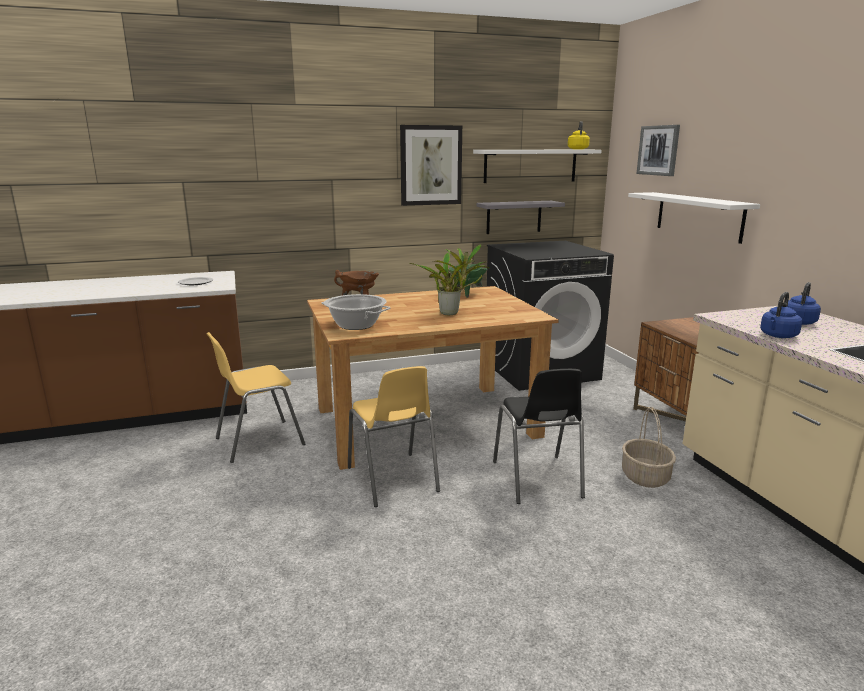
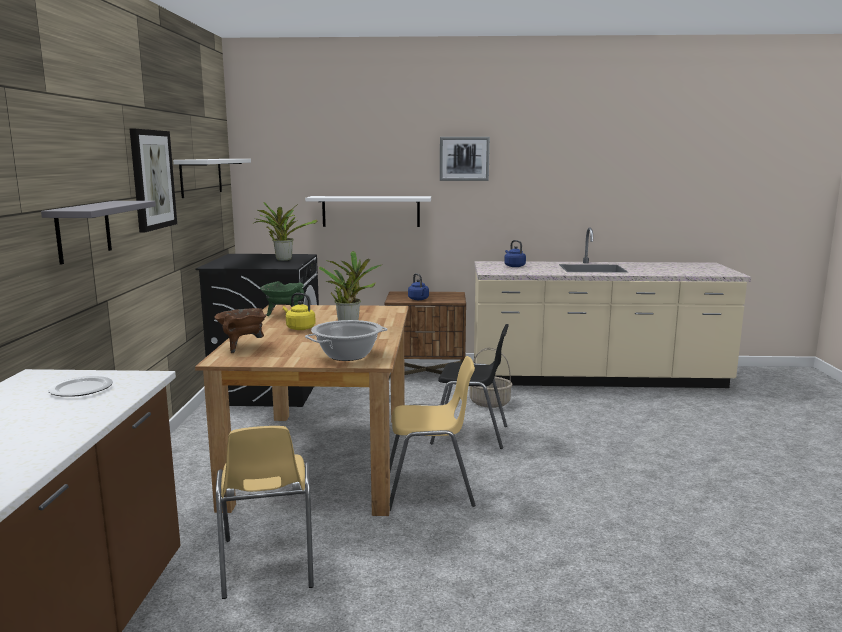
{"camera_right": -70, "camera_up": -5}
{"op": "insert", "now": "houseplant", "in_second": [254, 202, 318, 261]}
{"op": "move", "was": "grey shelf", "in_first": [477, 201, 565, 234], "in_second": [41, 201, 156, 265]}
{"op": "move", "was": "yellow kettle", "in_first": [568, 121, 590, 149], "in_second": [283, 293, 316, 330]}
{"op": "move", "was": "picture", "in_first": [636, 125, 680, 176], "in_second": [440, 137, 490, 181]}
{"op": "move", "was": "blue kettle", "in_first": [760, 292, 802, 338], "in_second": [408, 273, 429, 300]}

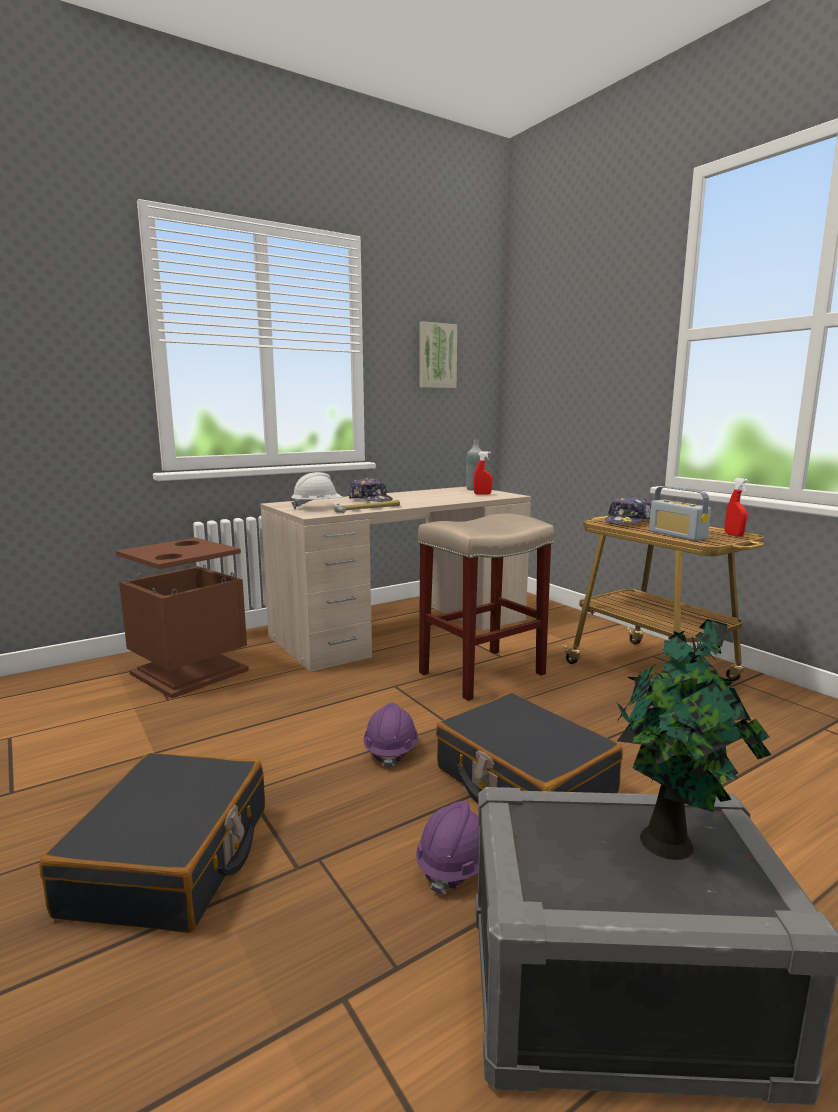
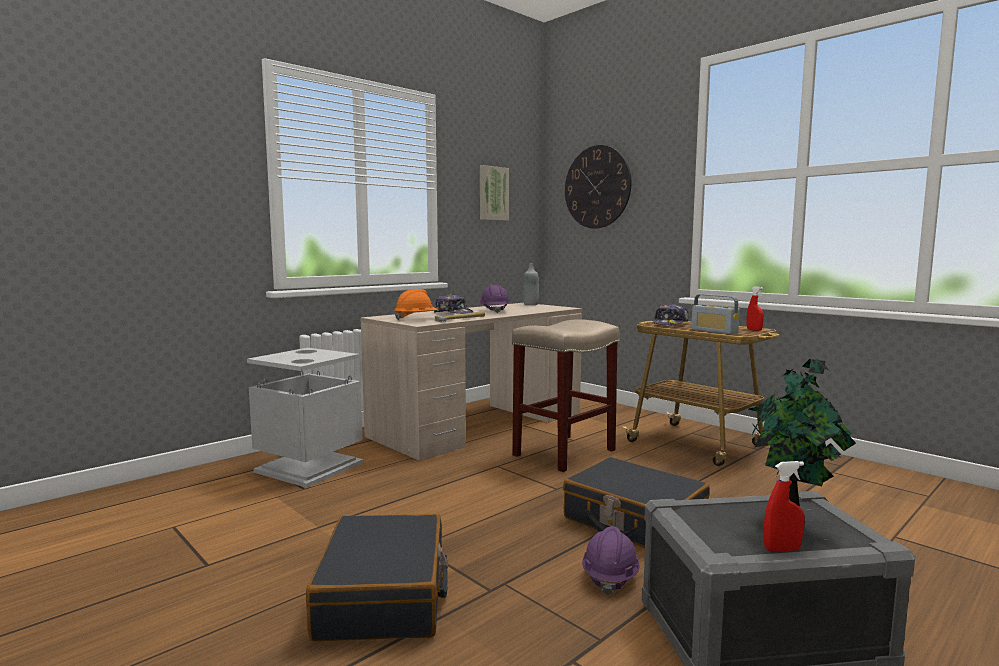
{"camera_right": -10, "camera_up": -5}
{"op": "insert", "now": "clock on the wall", "in_second": [565, 145, 632, 228]}
{"op": "move", "was": "purple work helmet", "in_first": [363, 703, 418, 769], "in_second": [480, 284, 510, 313]}
{"op": "move", "was": "red-coloured spray bottle", "in_first": [473, 451, 493, 495], "in_second": [764, 461, 805, 552]}
{"op": "recolor", "was": "brown-coloured trash can", "now": "grey trash can", "in_first": [116, 538, 249, 699], "in_second": [247, 348, 363, 488]}
{"op": "recolor", "was": "white work helmet", "now": "orangey work helmet", "in_first": [291, 472, 343, 509], "in_second": [395, 289, 438, 320]}

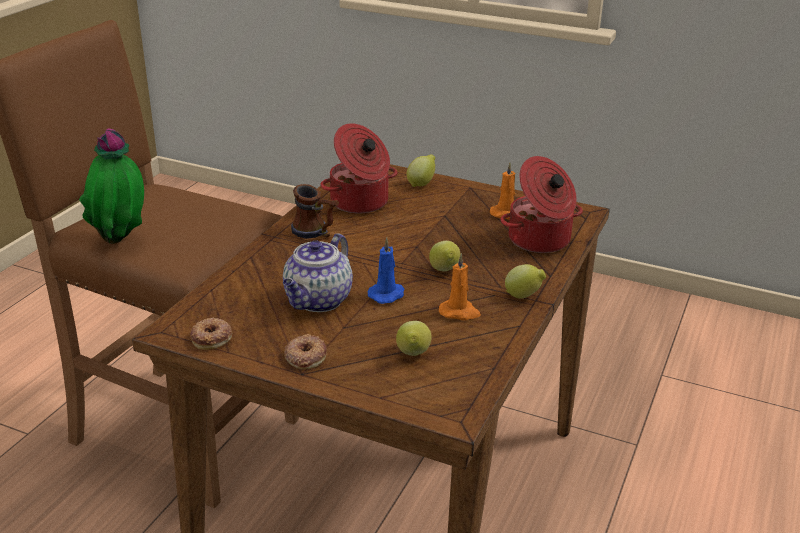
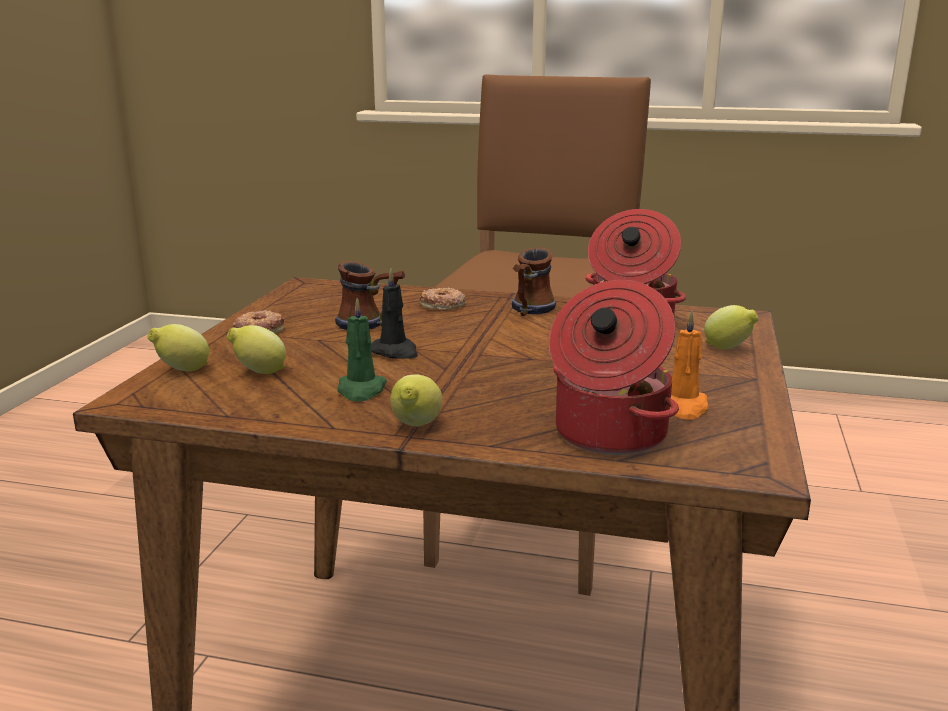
{"camera_right": 80, "camera_up": -10}
{"op": "delete", "was": "houseplant", "in_first": [79, 129, 144, 244]}
{"op": "move", "was": "doughnut", "in_first": [190, 318, 232, 350], "in_second": [420, 287, 466, 310]}
{"op": "move", "was": "lemon", "in_first": [429, 241, 460, 271], "in_second": [148, 324, 209, 371]}
{"op": "replace", "was": "tea pot", "now": "coffee mug", "in_first": [283, 234, 353, 312], "in_second": [335, 261, 405, 330]}
{"op": "recolor", "was": "blue wax candle", "now": "black-coloured wax candle", "in_first": [367, 237, 404, 304], "in_second": [371, 269, 418, 359]}
{"op": "recolor", "was": "orangey wax candle", "now": "green wax candle", "in_first": [439, 253, 481, 320], "in_second": [338, 298, 387, 402]}

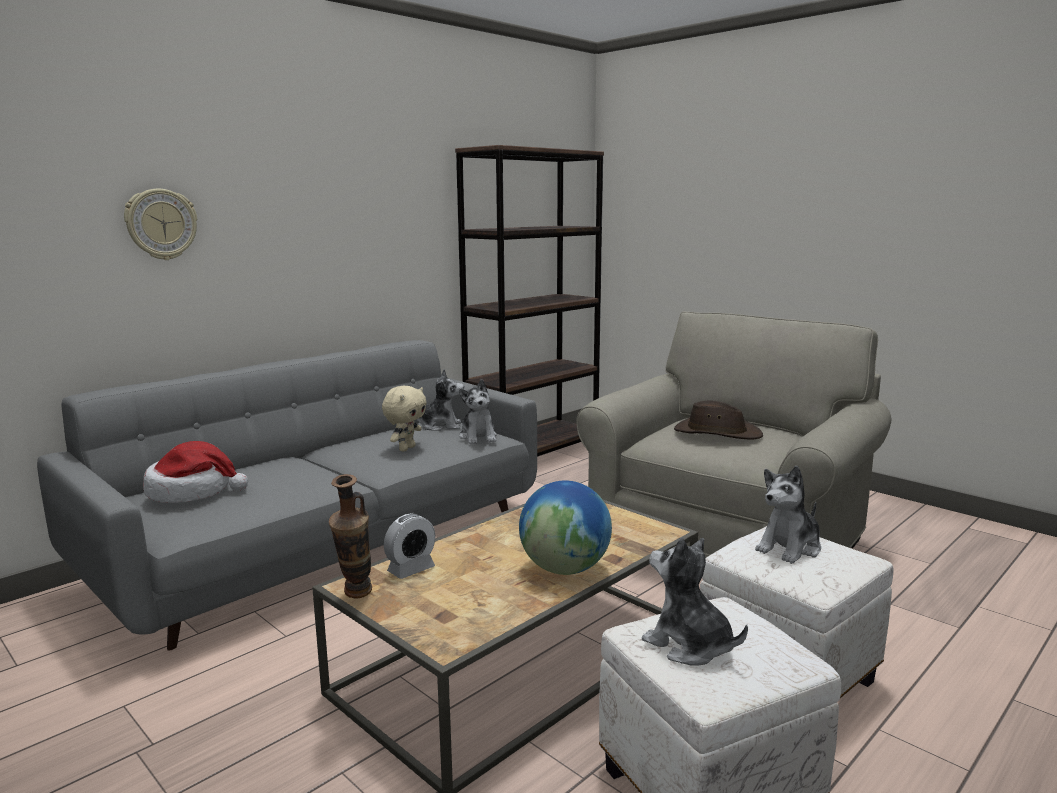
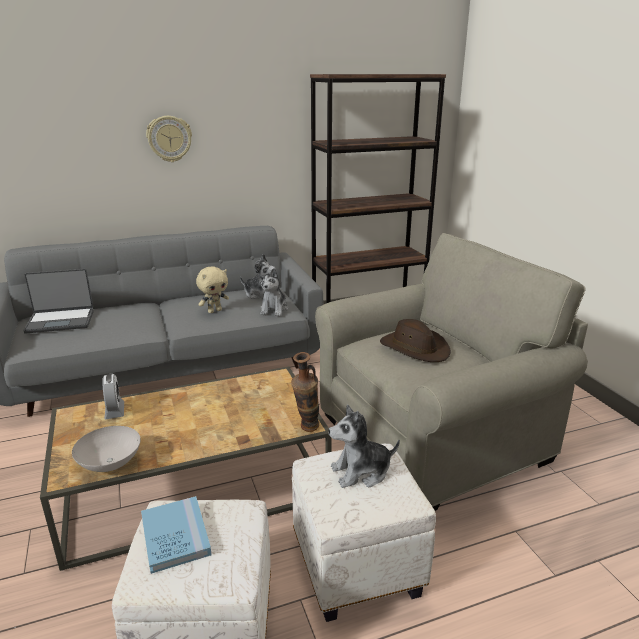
{"camera_right": 25, "camera_up": 10}
{"op": "delete", "was": "world globe", "in_first": [519, 481, 612, 575]}
{"op": "insert", "now": "white serving bowl", "in_second": [72, 426, 141, 472]}
{"op": "move", "was": "clock on the wall", "in_first": [124, 189, 197, 260], "in_second": [146, 116, 192, 162]}
{"op": "move", "was": "flower vase", "in_first": [329, 474, 372, 599], "in_second": [291, 352, 319, 432]}
{"op": "replace", "was": "wearable hat", "now": "portable computer", "in_first": [143, 441, 248, 503], "in_second": [23, 269, 94, 334]}
{"op": "replace", "was": "soft toy", "now": "blue volume", "in_first": [642, 537, 748, 666], "in_second": [141, 496, 212, 574]}
{"op": "rotate", "was": "alarm clock", "in_first": [384, 513, 435, 579], "in_second": [102, 374, 124, 419], "clockwise": -90}

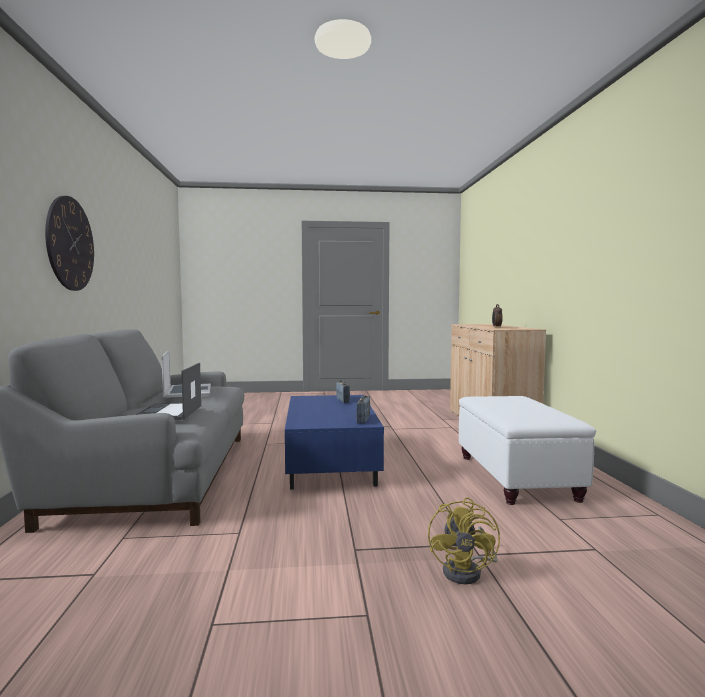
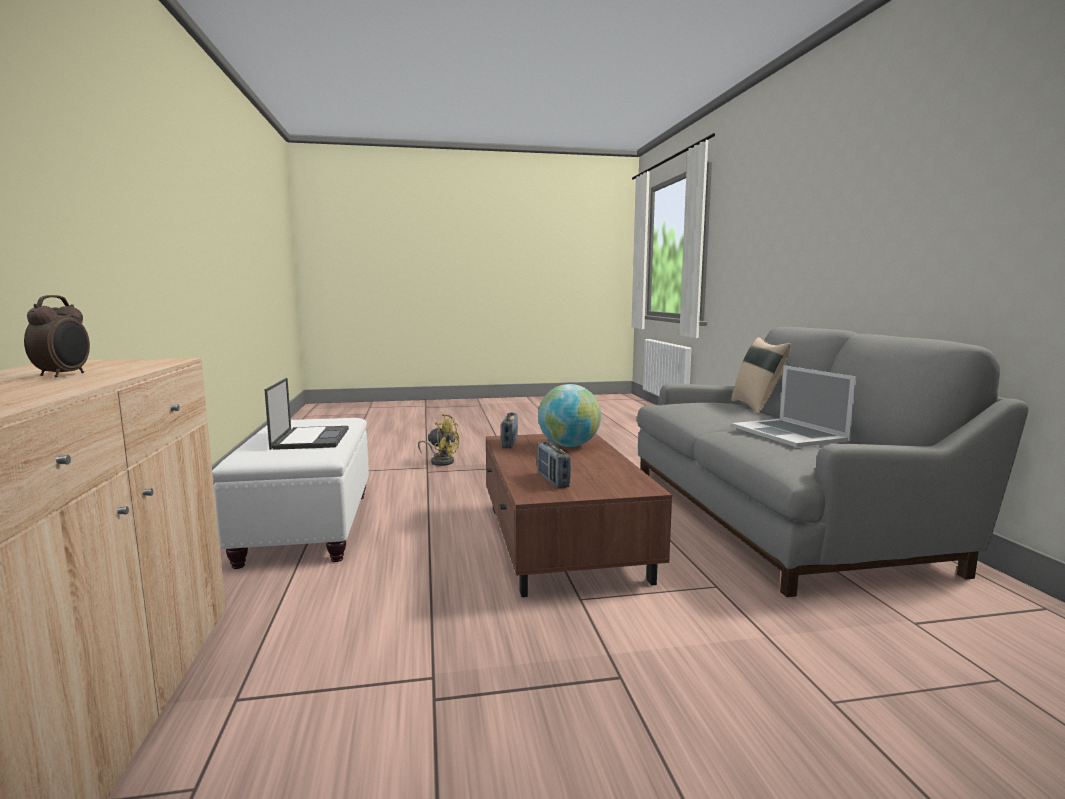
{"camera_right": 175, "camera_up": 5}
{"op": "delete", "was": "clock on the wall", "in_first": [45, 196, 94, 291]}
{"op": "insert", "now": "world globe", "in_second": [538, 384, 601, 447]}
{"op": "insert", "now": "beige-coloured pillow", "in_second": [731, 337, 791, 415]}
{"op": "move", "was": "portable computer", "in_first": [136, 363, 201, 420], "in_second": [265, 378, 349, 450]}
{"op": "recolor", "was": "blue coffee table", "now": "brown-coloured coffee table", "in_first": [285, 395, 384, 490], "in_second": [486, 434, 672, 597]}
{"op": "rotate", "was": "yellow cooling fan", "in_first": [428, 497, 500, 584], "in_second": [418, 414, 459, 466], "clockwise": 105}

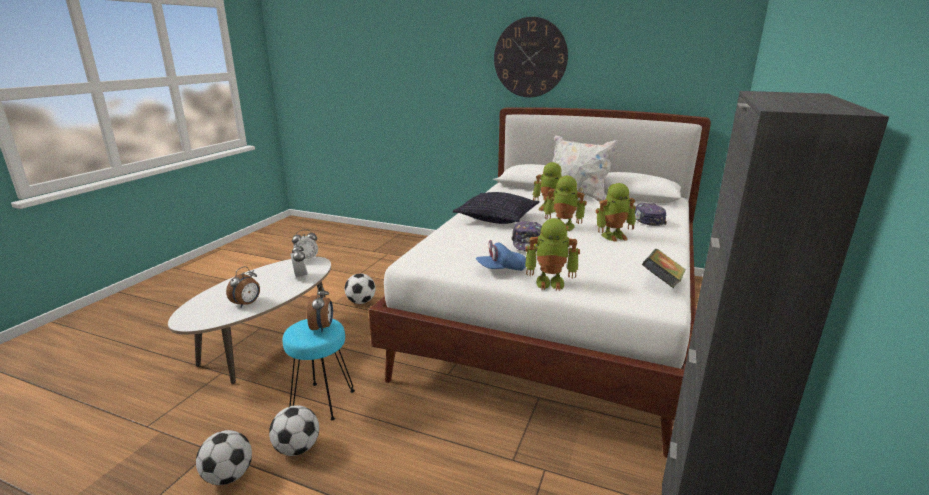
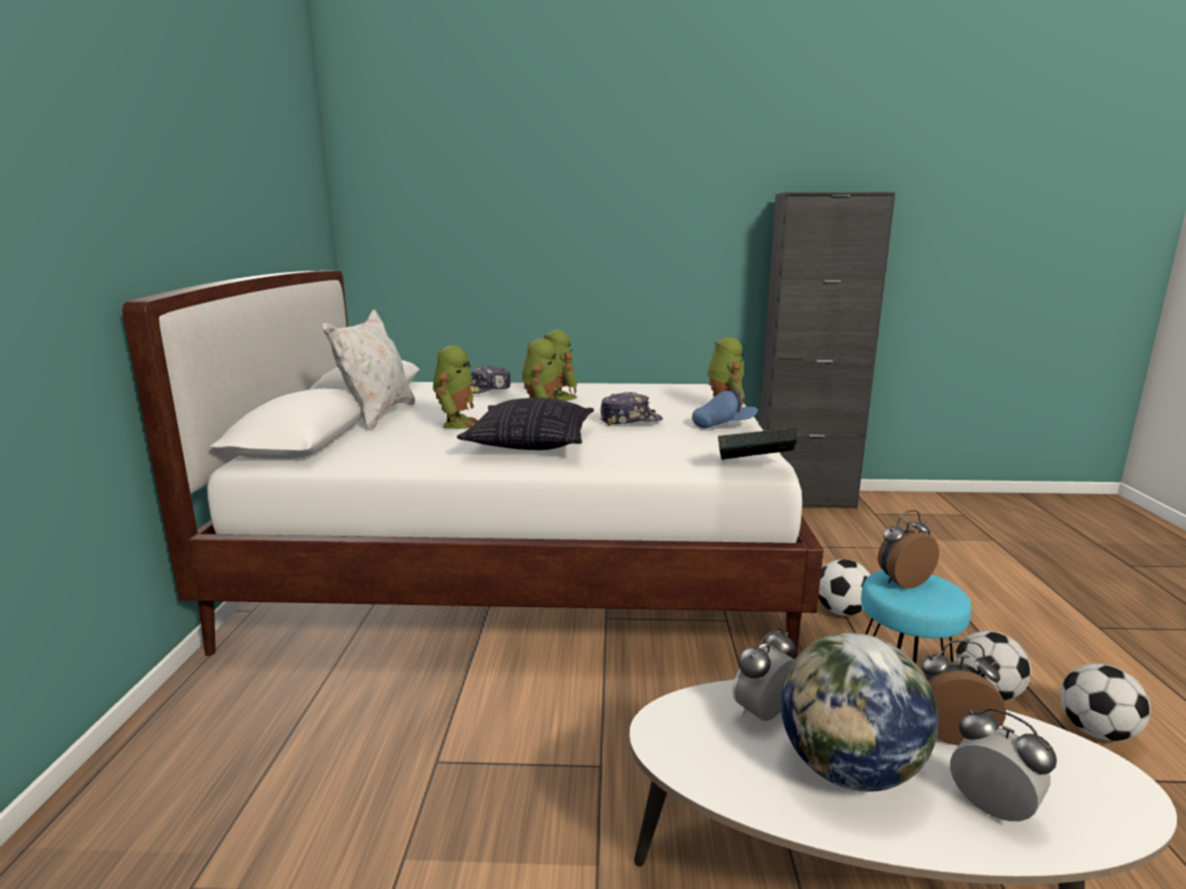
{"camera_right": -110, "camera_up": -5}
{"op": "delete", "was": "clock on the wall", "in_first": [494, 17, 568, 97]}
{"op": "insert", "now": "world globe", "in_second": [781, 633, 938, 792]}
{"op": "move", "was": "alarm clock", "in_first": [292, 230, 318, 261], "in_second": [950, 708, 1057, 821]}
{"op": "move", "was": "ball for football", "in_first": [345, 273, 376, 304], "in_second": [818, 559, 870, 616]}
{"op": "move", "was": "volume", "in_first": [642, 249, 686, 288], "in_second": [718, 427, 797, 460]}
{"op": "rotate", "was": "blue peaked cap", "in_first": [476, 240, 526, 271], "in_second": [692, 387, 757, 428], "clockwise": -60}

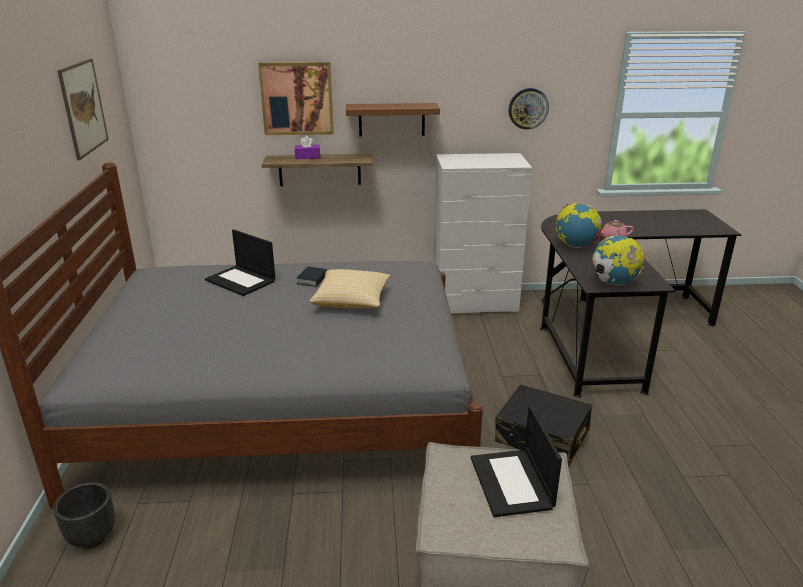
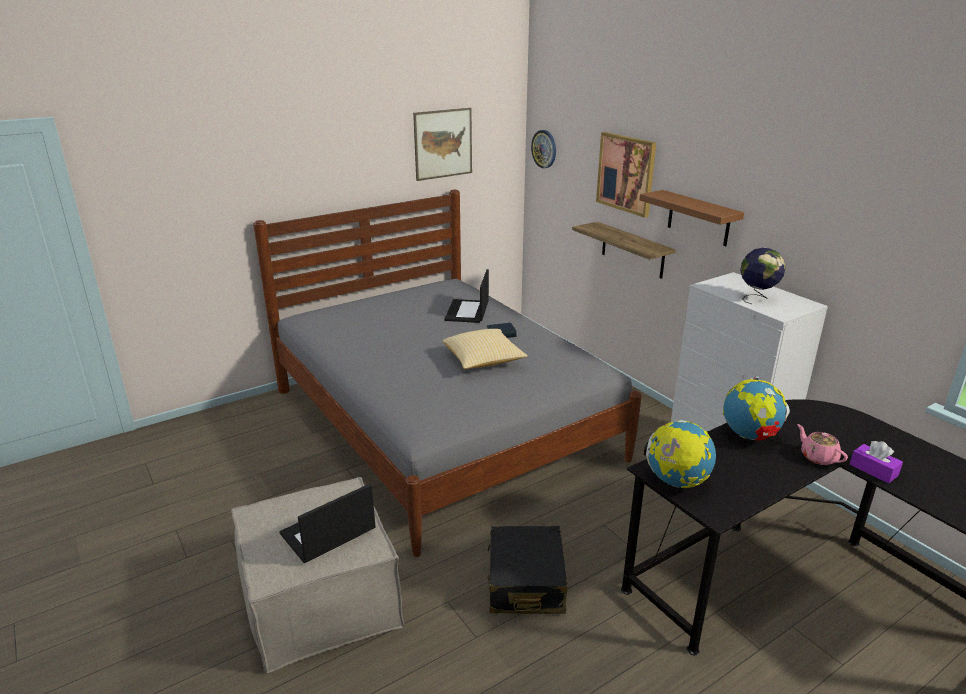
{"camera_right": 60, "camera_up": 0}
{"op": "delete", "was": "black-coloured plant pot", "in_first": [53, 482, 115, 548]}
{"op": "insert", "now": "world globe", "in_second": [740, 247, 786, 304]}
{"op": "move", "was": "purple box of tissues", "in_first": [295, 136, 320, 159], "in_second": [850, 441, 903, 483]}
{"op": "move", "was": "clock on the wall", "in_first": [508, 88, 549, 130], "in_second": [531, 130, 556, 168]}

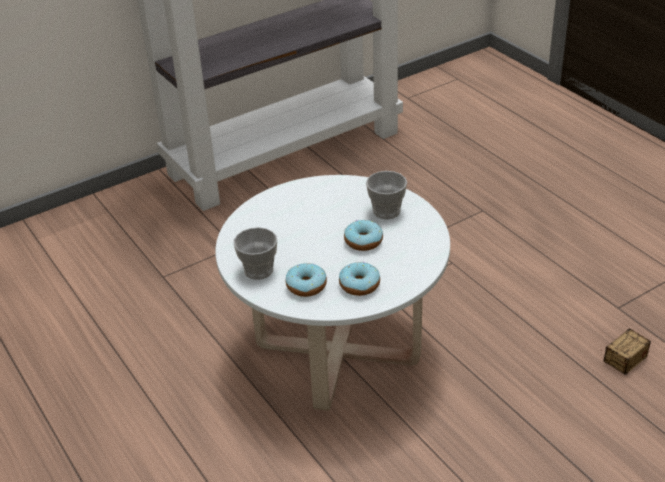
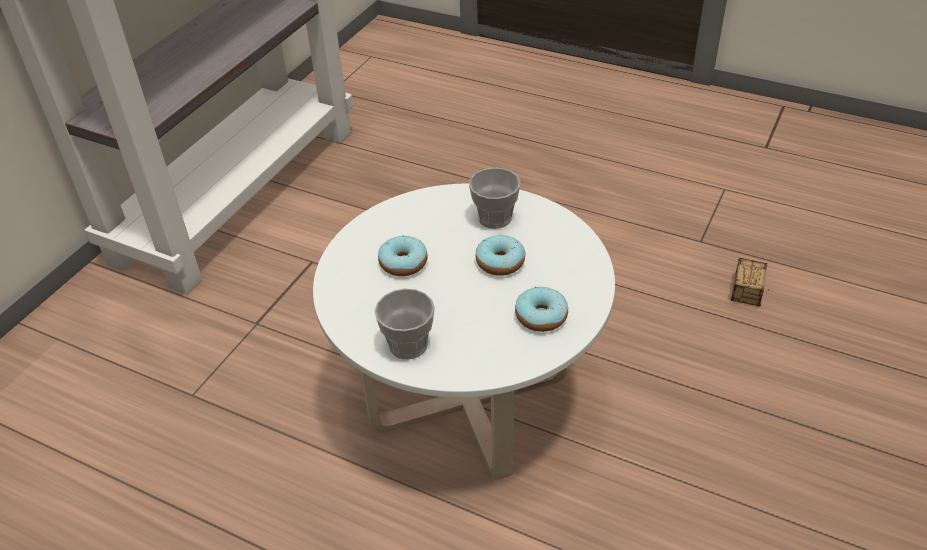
{"camera_right": -30, "camera_up": 5}
{"op": "move", "was": "doughnut", "in_first": [285, 263, 327, 297], "in_second": [378, 235, 428, 276]}

